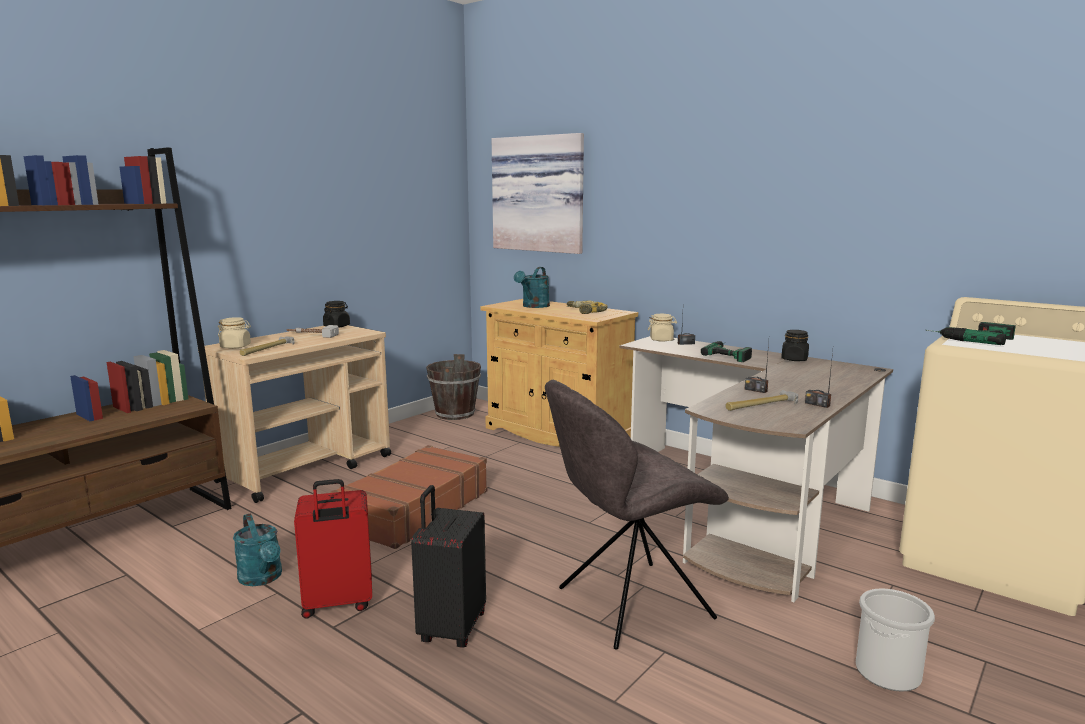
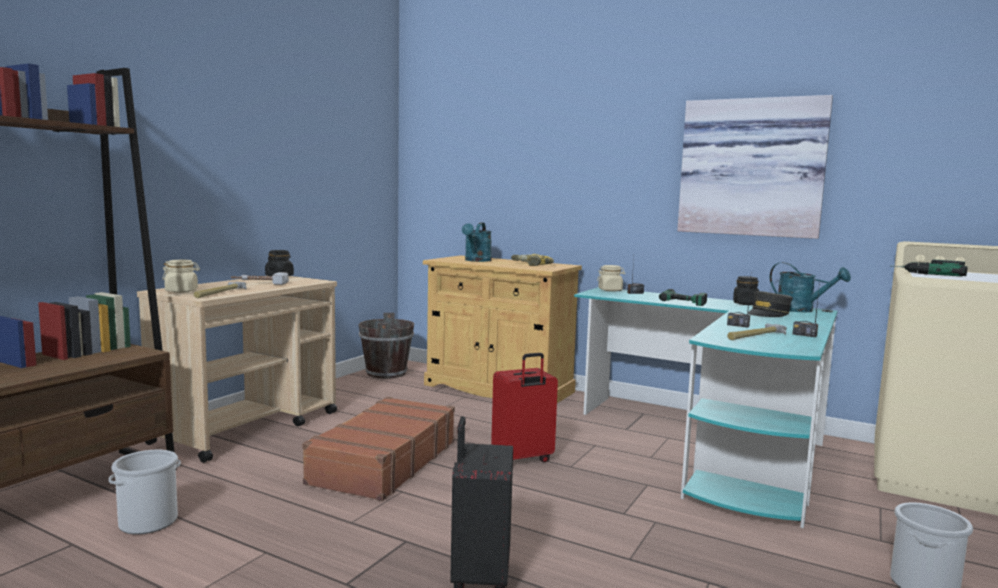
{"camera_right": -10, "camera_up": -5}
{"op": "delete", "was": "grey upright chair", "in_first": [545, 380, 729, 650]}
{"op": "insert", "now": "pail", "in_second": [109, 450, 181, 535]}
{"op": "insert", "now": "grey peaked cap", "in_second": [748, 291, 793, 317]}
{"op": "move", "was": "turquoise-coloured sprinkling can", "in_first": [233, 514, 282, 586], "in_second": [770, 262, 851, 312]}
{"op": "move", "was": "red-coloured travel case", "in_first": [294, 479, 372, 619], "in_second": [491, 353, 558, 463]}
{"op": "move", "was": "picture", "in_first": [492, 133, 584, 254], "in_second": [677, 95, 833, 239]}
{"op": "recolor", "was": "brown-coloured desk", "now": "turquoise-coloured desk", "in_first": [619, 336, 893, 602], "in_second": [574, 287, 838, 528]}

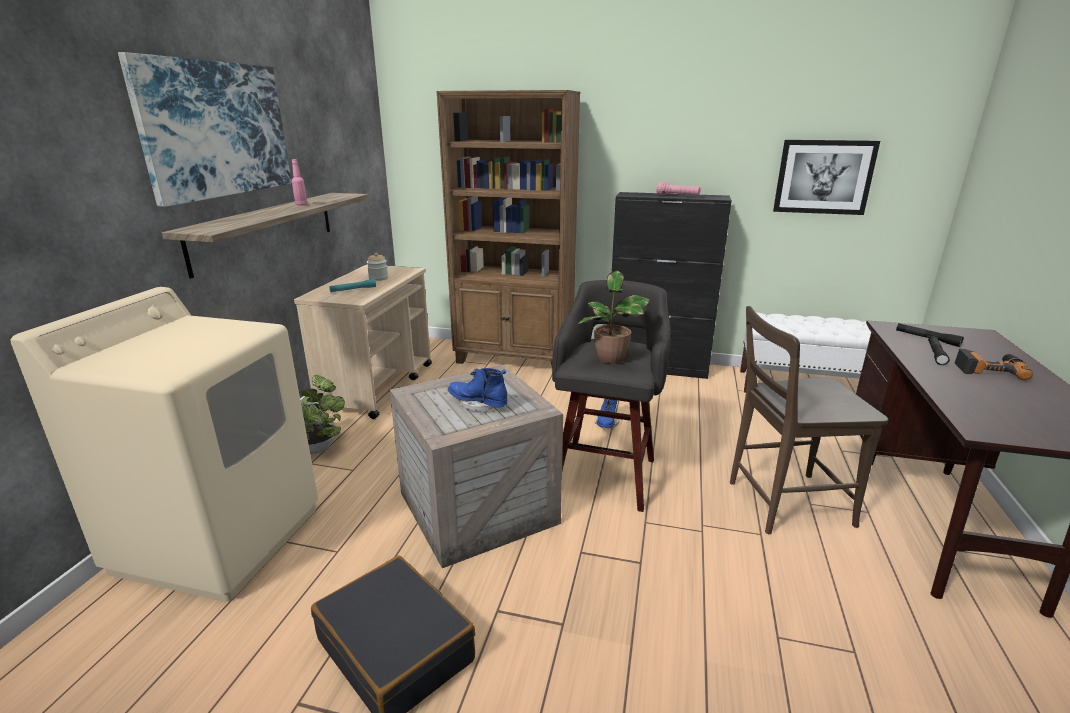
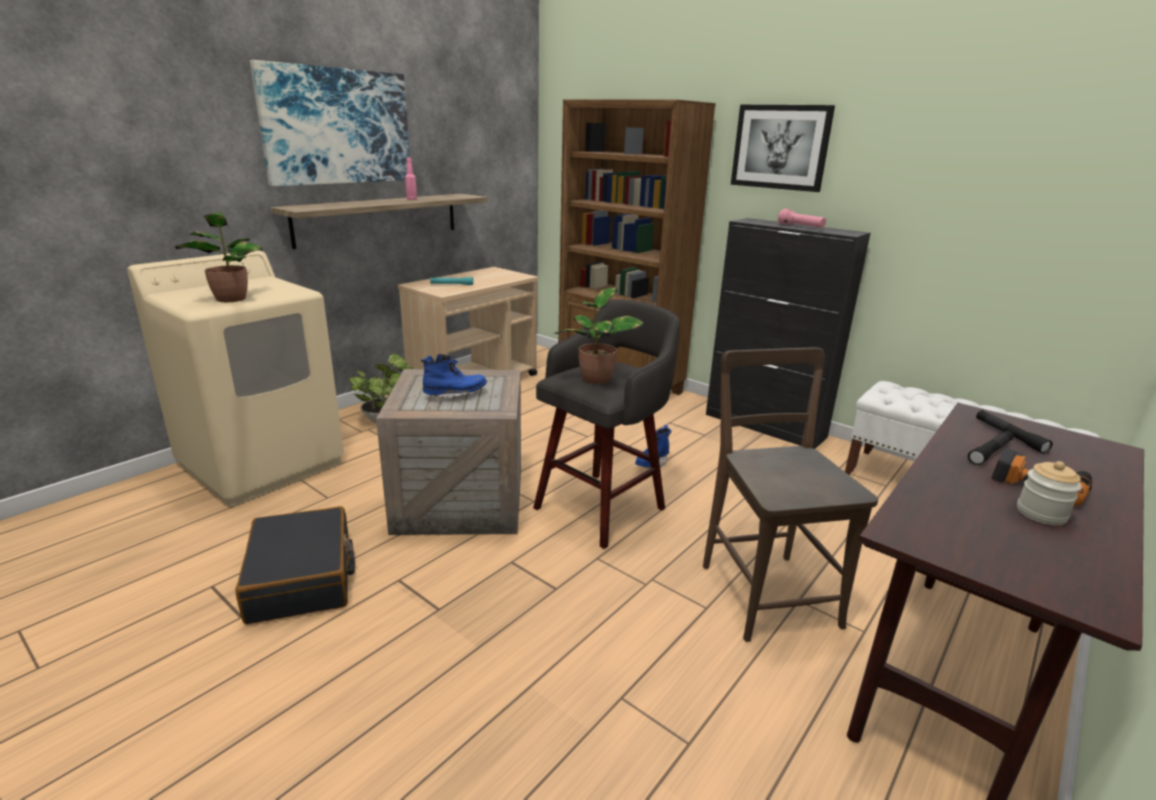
{"camera_right": 25, "camera_up": 0}
{"op": "insert", "now": "houseplant", "in_second": [175, 212, 263, 302]}
{"op": "move", "was": "preserve jar", "in_first": [367, 253, 388, 281], "in_second": [1017, 461, 1082, 525]}
{"op": "move", "was": "picture", "in_first": [773, 140, 880, 215], "in_second": [731, 105, 835, 192]}
{"op": "rotate", "was": "blue boot", "in_first": [448, 368, 508, 414], "in_second": [421, 354, 487, 402], "clockwise": 105}
{"op": "rotate", "was": "brown-coloured upright chair", "in_first": [730, 306, 888, 534], "in_second": [703, 348, 878, 642], "clockwise": 60}

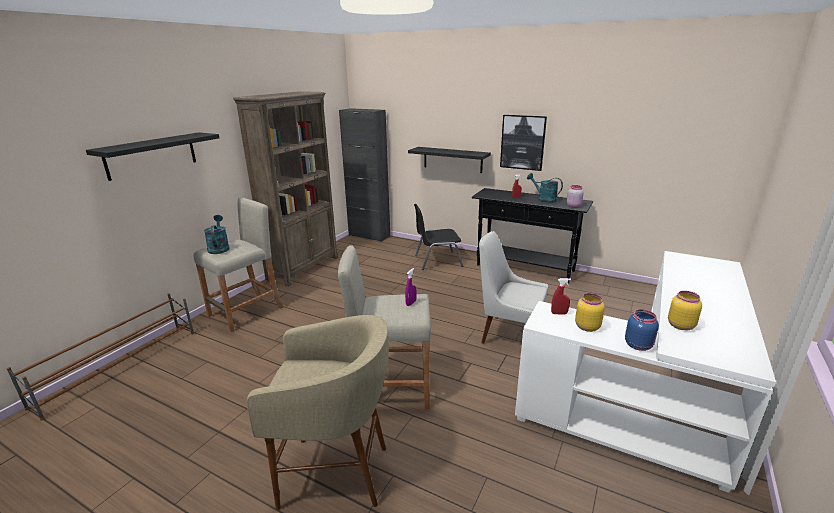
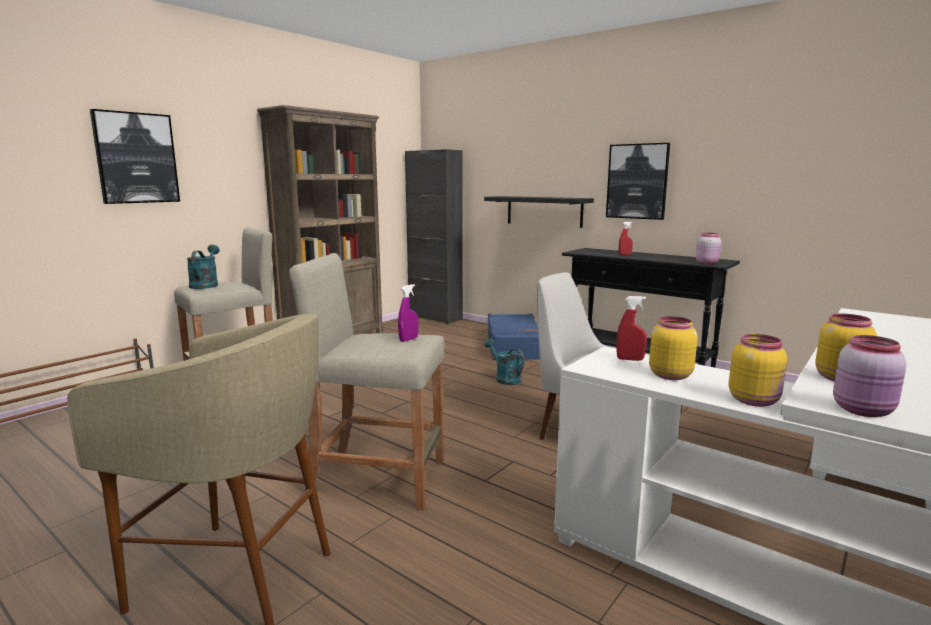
{"camera_right": 10, "camera_up": -10}
{"op": "insert", "now": "pinkish preserve jar", "in_second": [833, 335, 906, 417]}
{"op": "move", "was": "turquoise-coloured sprinkling can", "in_first": [527, 173, 563, 203], "in_second": [485, 339, 524, 385]}
{"op": "replace", "was": "black-coloured shelf", "now": "picture", "in_first": [86, 132, 219, 181], "in_second": [90, 109, 180, 204]}
{"op": "replace", "was": "black-coloured upright chair", "now": "blue travel case", "in_first": [414, 204, 463, 270], "in_second": [488, 314, 540, 360]}
{"op": "recolor", "was": "blue preserve jar", "now": "yellow preserve jar", "in_first": [625, 309, 659, 351], "in_second": [729, 334, 787, 407]}

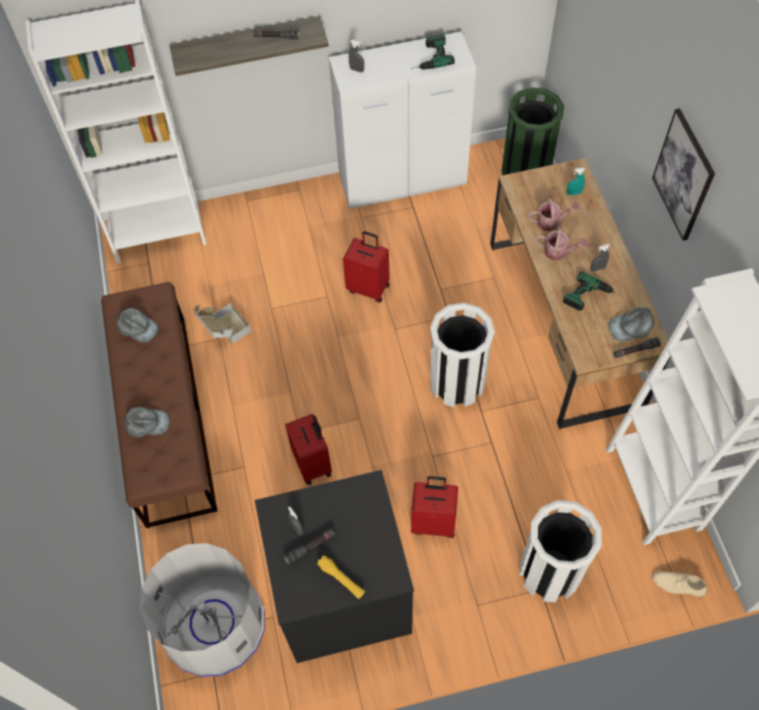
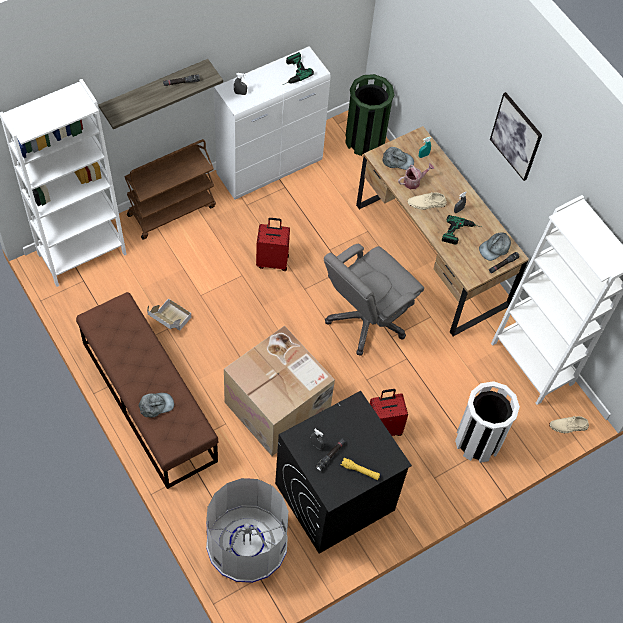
{"camera_right": -25, "camera_up": 0}
{"op": "insert", "now": "brown-coloured wheeled cart", "in_second": [124, 139, 216, 239]}
{"op": "move", "was": "grey peaked cap", "in_first": [117, 308, 159, 343], "in_second": [382, 147, 414, 170]}
{"op": "replace", "was": "red-coloured travel case", "now": "packing box", "in_first": [285, 413, 332, 485], "in_second": [224, 326, 335, 456]}
{"op": "replace", "was": "white trash can", "now": "grey office chair", "in_first": [430, 303, 495, 407], "in_second": [324, 244, 424, 356]}
{"op": "replace", "was": "sprinkling can", "now": "beige-coloured shoe", "in_first": [535, 227, 588, 260], "in_second": [408, 192, 447, 210]}

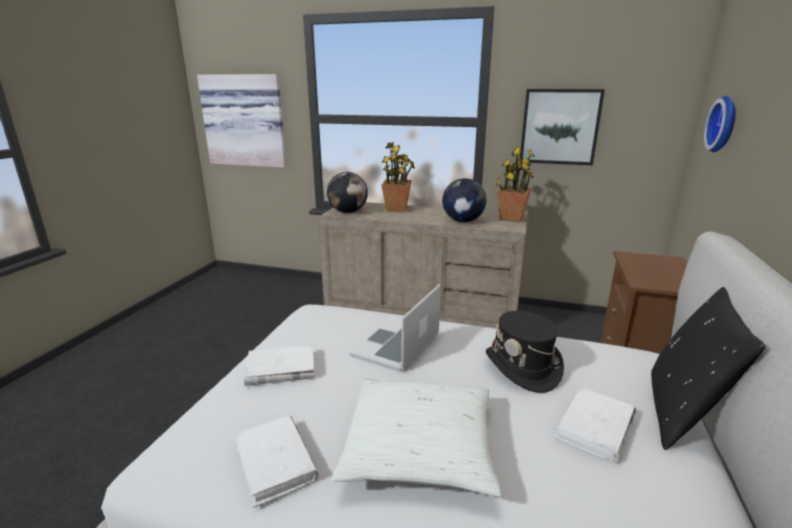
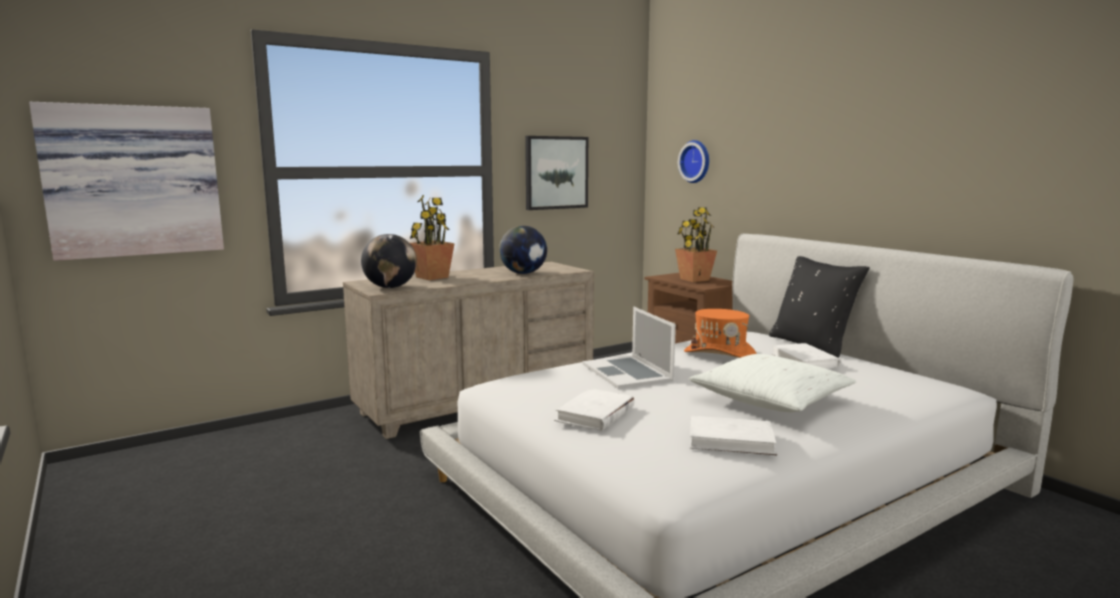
{"camera_right": -50, "camera_up": -10}
{"op": "move", "was": "houseplant", "in_first": [496, 147, 535, 222], "in_second": [675, 207, 717, 282]}
{"op": "recolor", "was": "black-coloured wearable hat", "now": "orangey wearable hat", "in_first": [486, 310, 564, 393], "in_second": [684, 309, 757, 358]}

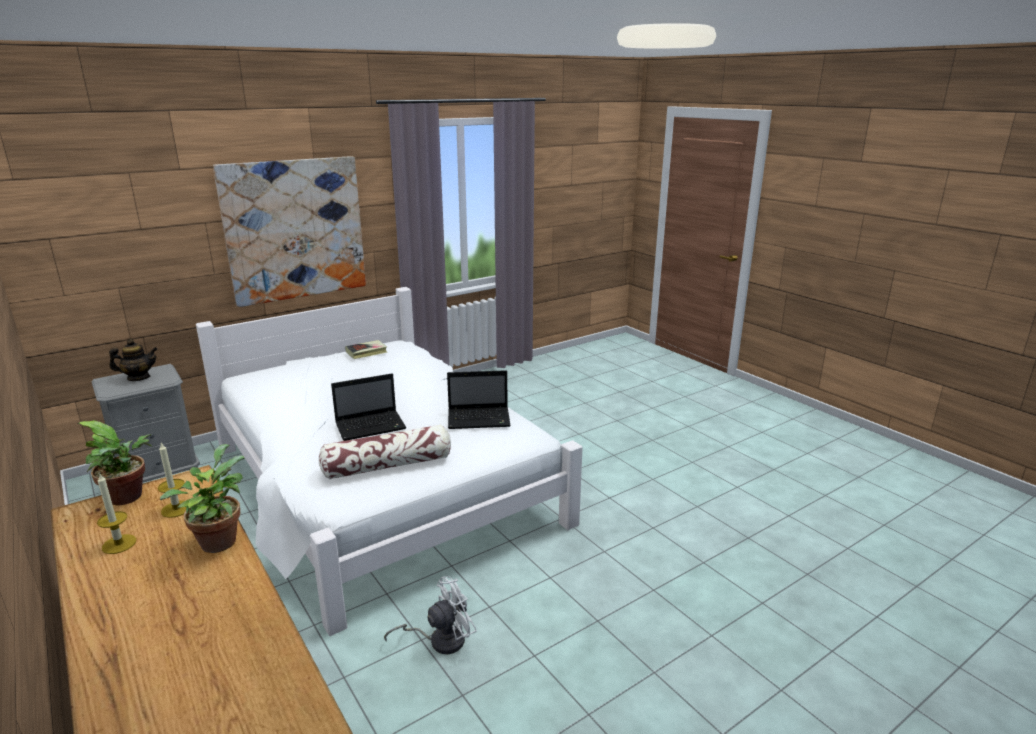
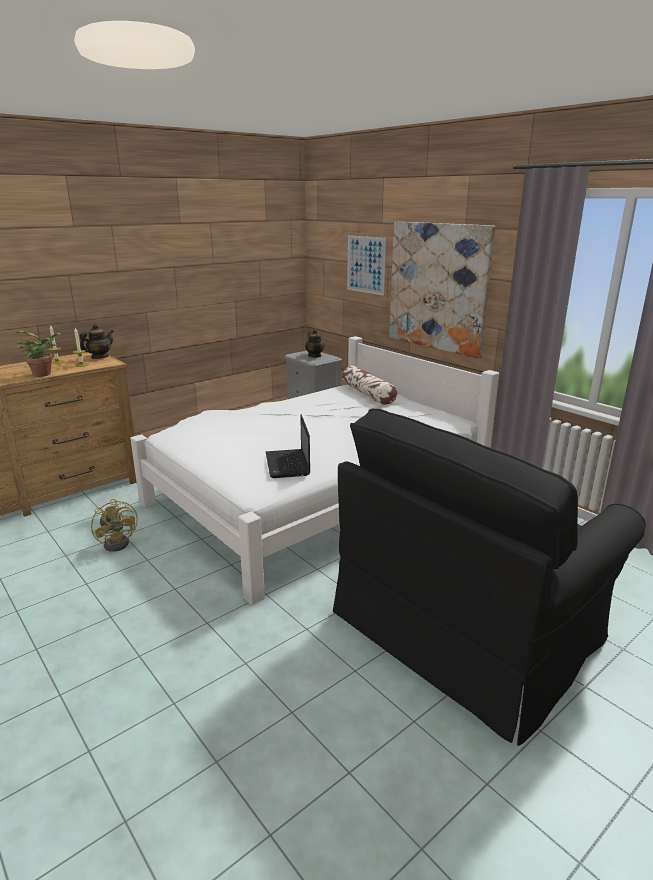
{"camera_right": 85, "camera_up": 0}
{"op": "delete", "was": "portable computer", "in_first": [331, 374, 406, 441]}
{"op": "delete", "was": "volume", "in_first": [345, 340, 387, 359]}
{"op": "insert", "now": "black-coloured easy chair", "in_second": [333, 409, 646, 746]}
{"op": "insert", "now": "picture", "in_second": [347, 235, 386, 296]}
{"op": "move", "was": "pillow", "in_first": [319, 424, 451, 480], "in_second": [342, 366, 397, 405]}
{"op": "replace", "was": "houseplant", "now": "tea pot", "in_first": [78, 420, 151, 505], "in_second": [80, 324, 114, 359]}
{"op": "recolor", "was": "white cooling fan", "now": "yellow cooling fan", "in_first": [384, 576, 477, 654], "in_second": [91, 499, 138, 552]}

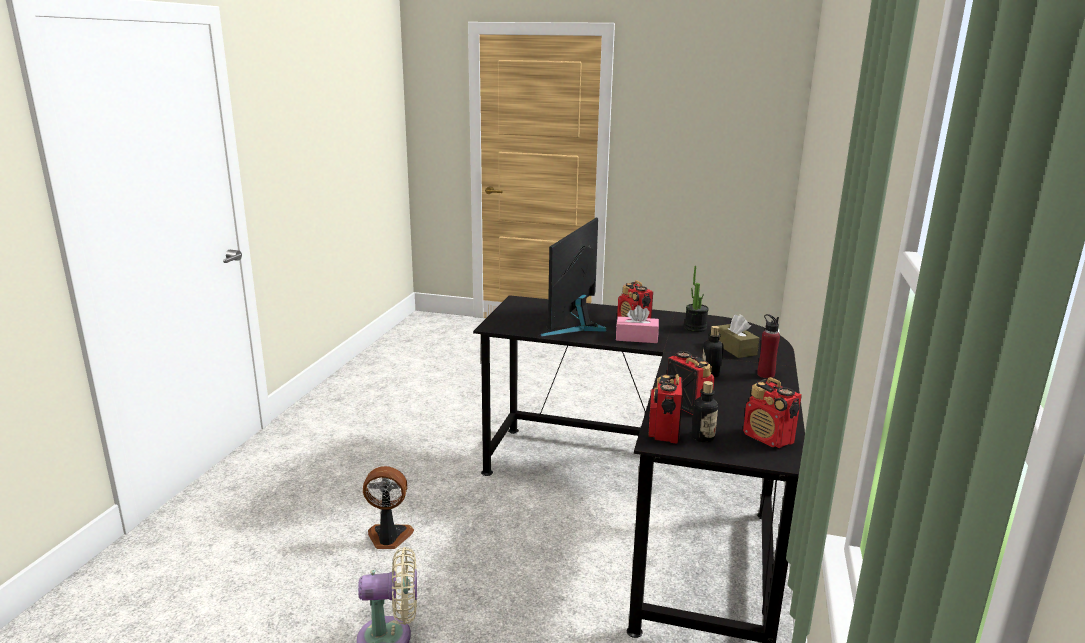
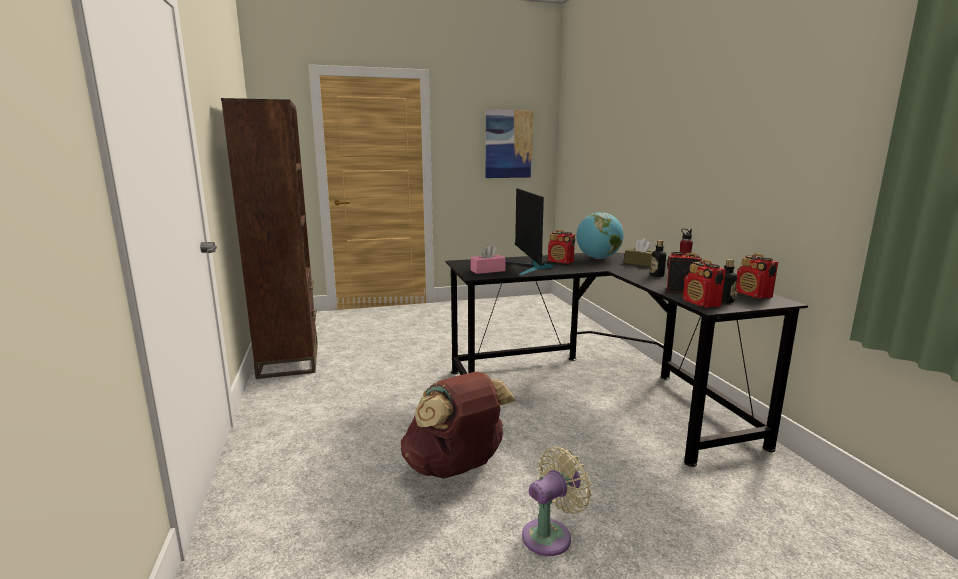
{"camera_right": -30, "camera_up": -5}
{"op": "insert", "now": "brown-coloured shelving unit", "in_second": [221, 98, 318, 379]}
{"op": "insert", "now": "picture", "in_second": [486, 110, 534, 178]}
{"op": "move", "was": "pinkish box of tissues", "in_first": [616, 305, 659, 343], "in_second": [470, 244, 506, 274]}
{"op": "replace", "was": "cooling fan", "now": "brown-coloured knapsack", "in_first": [363, 466, 414, 549], "in_second": [401, 371, 516, 479]}
{"op": "replace", "was": "houseplant", "now": "world globe", "in_first": [684, 266, 709, 332], "in_second": [576, 212, 624, 259]}
{"op": "rotate", "was": "radio", "in_first": [743, 377, 802, 448], "in_second": [736, 253, 778, 299], "clockwise": 45}

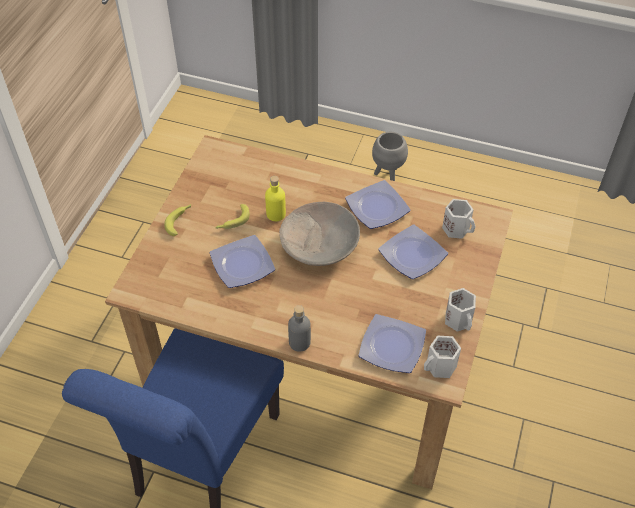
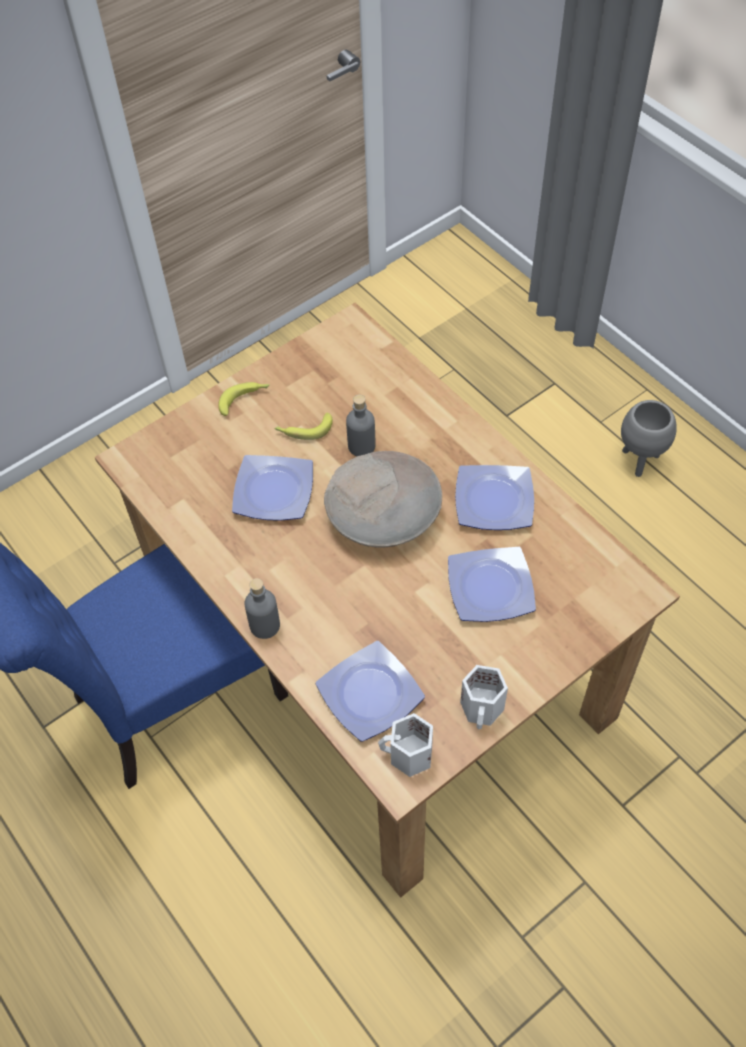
{"camera_right": 35, "camera_up": 5}
{"op": "delete", "was": "white coffee mug", "in_first": [442, 199, 475, 239]}
{"op": "recolor", "was": "yellow drink bottle", "now": "grey drink bottle", "in_first": [265, 176, 286, 221], "in_second": [346, 395, 376, 456]}

